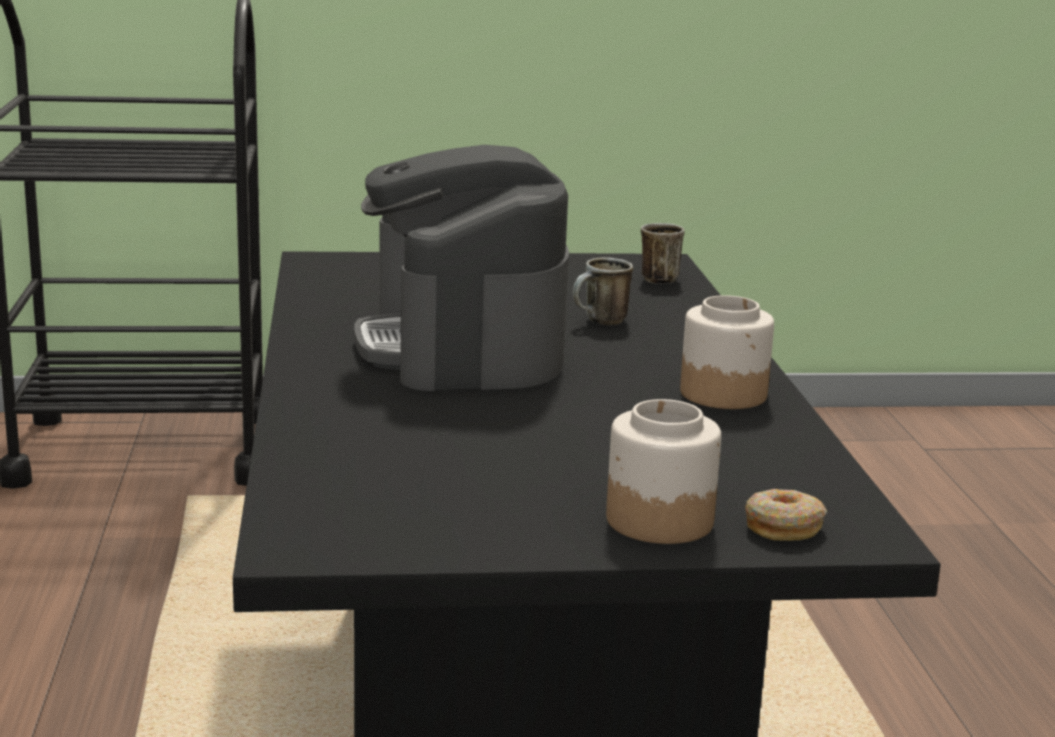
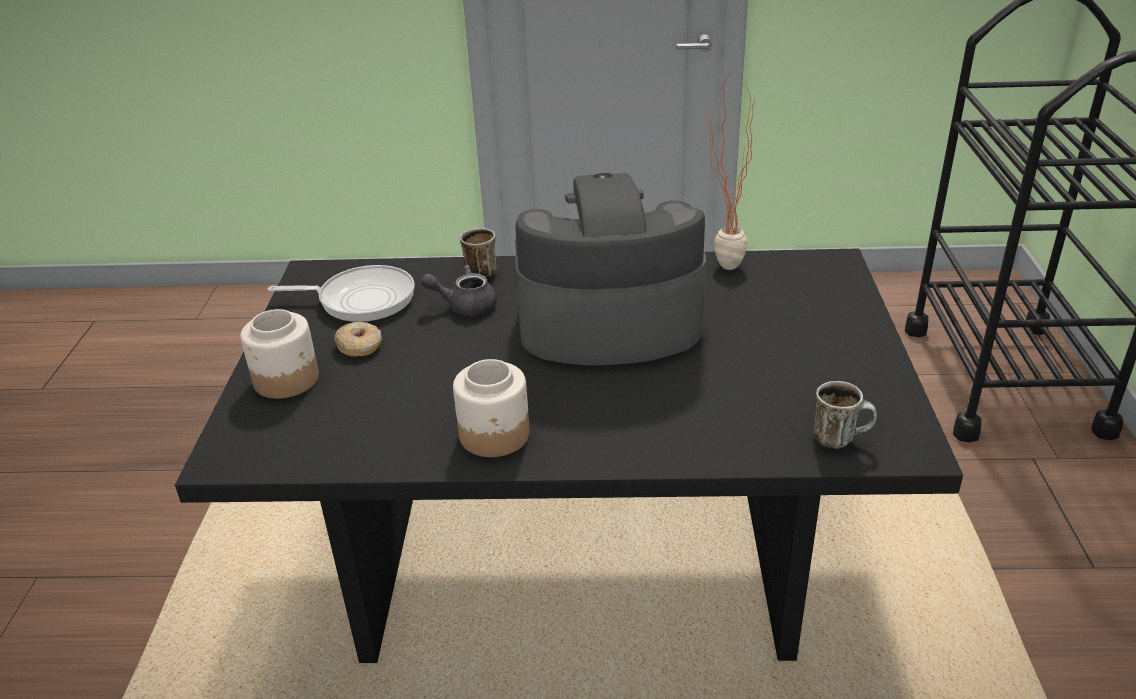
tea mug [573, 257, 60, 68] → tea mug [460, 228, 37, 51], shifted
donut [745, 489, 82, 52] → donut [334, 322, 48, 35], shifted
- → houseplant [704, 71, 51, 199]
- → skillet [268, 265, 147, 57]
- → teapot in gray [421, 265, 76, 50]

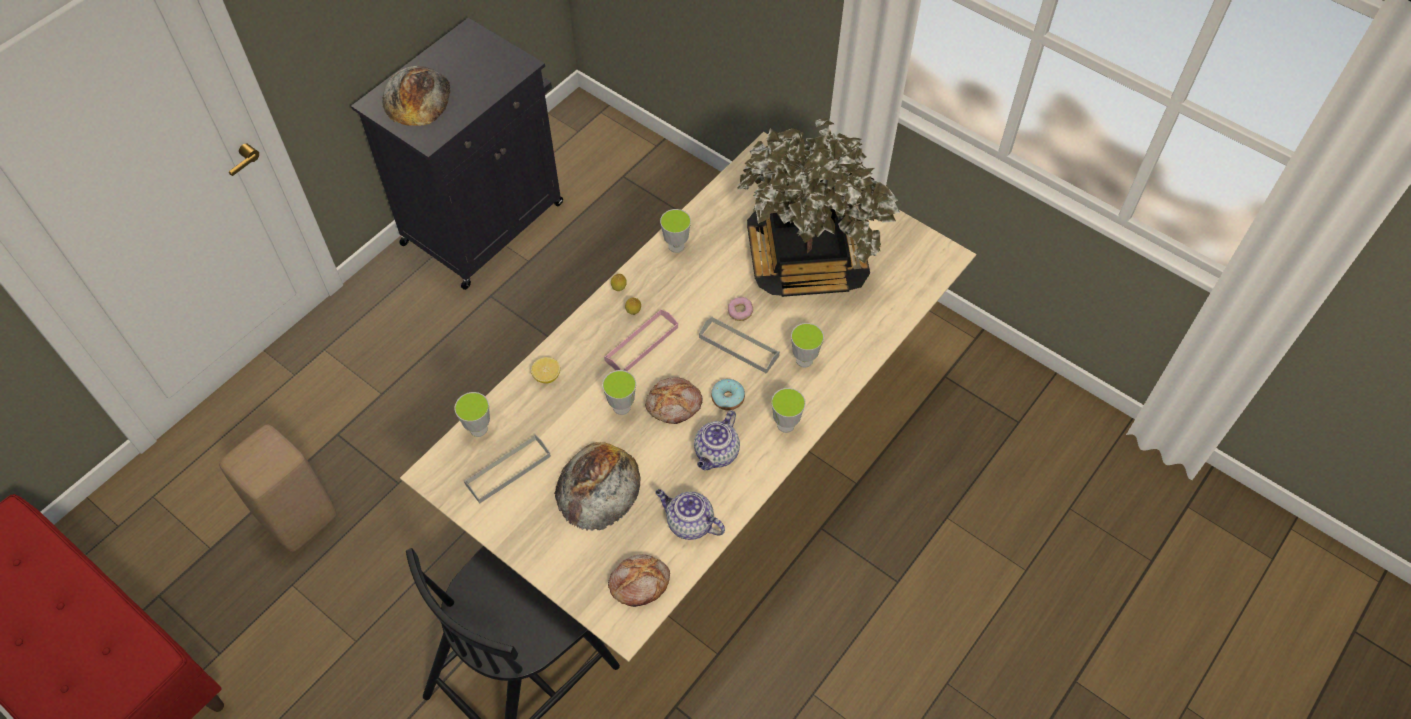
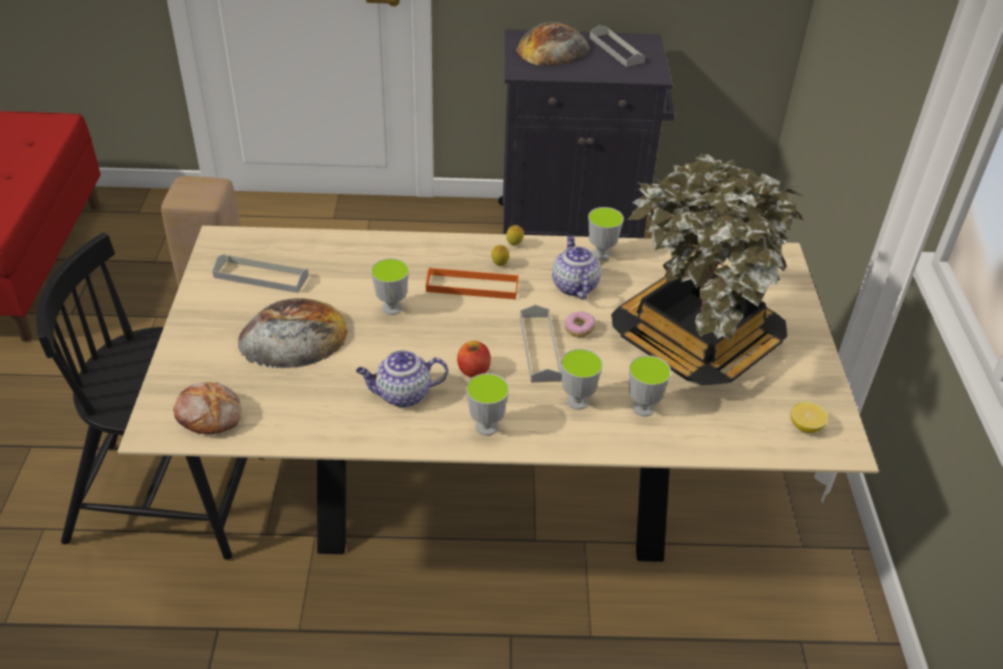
carrying tray in pink [604, 309, 74, 62] → carrying tray in orange-coloured [426, 267, 93, 32]
citrus fruit [531, 357, 29, 27] → citrus fruit [790, 402, 38, 31], shifted
bakery bread [645, 377, 58, 47] → -
donut [711, 379, 34, 31] → apple [457, 341, 34, 36]
drinking cup [454, 392, 36, 45] → drinking cup [629, 355, 42, 62], shifted
teapot [655, 489, 70, 51] → teapot [552, 235, 49, 64], shifted
- → carrying tray in gray [590, 25, 55, 42]

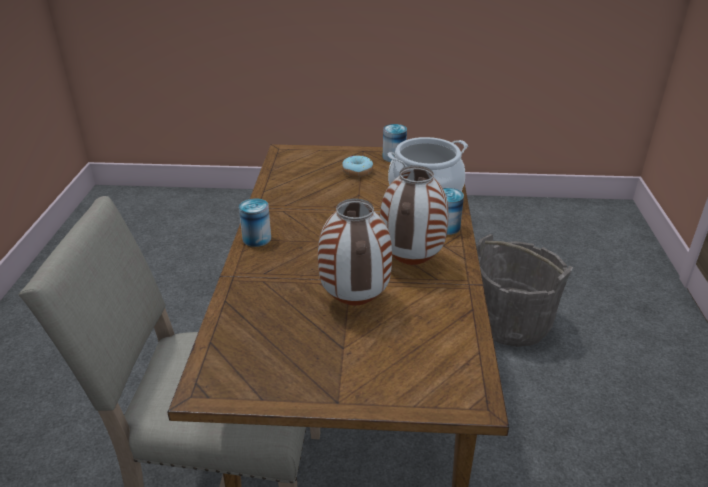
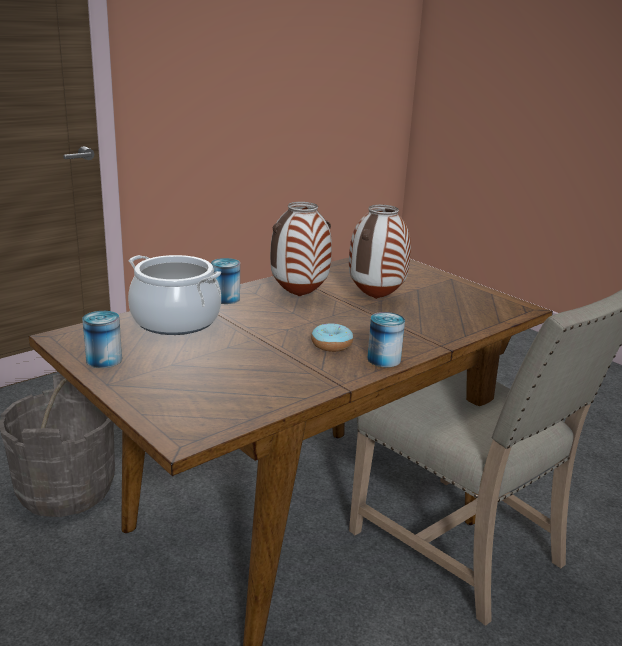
donut [342, 155, 31, 22] → donut [311, 324, 42, 28], shifted

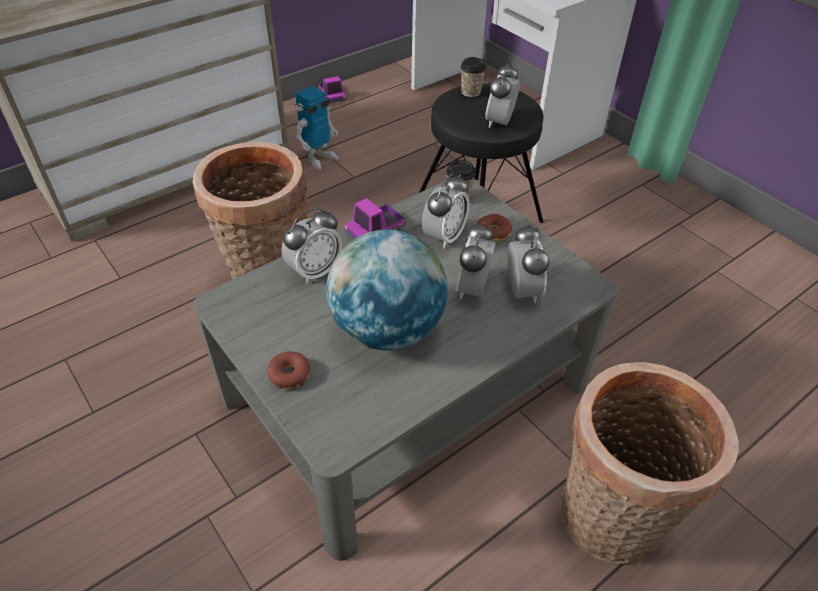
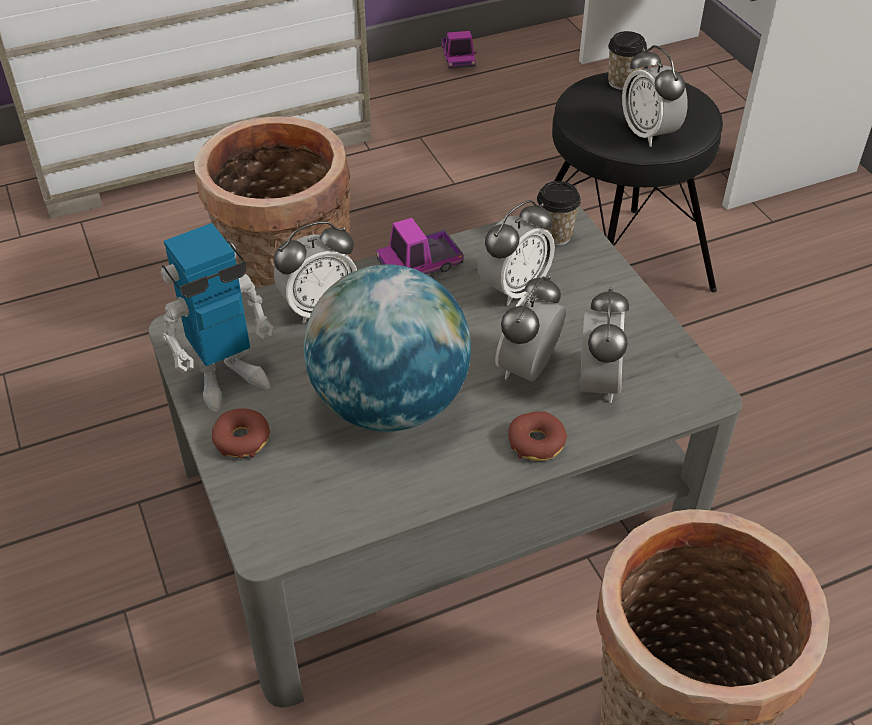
table clock [485, 61, 35, 67] → table clock [622, 45, 66, 102], 60 degrees counterclockwise
robot figure [295, 86, 44, 84] → robot figure [161, 223, 113, 189], shifted
donut [477, 214, 35, 27] → donut [508, 411, 59, 50], shifted

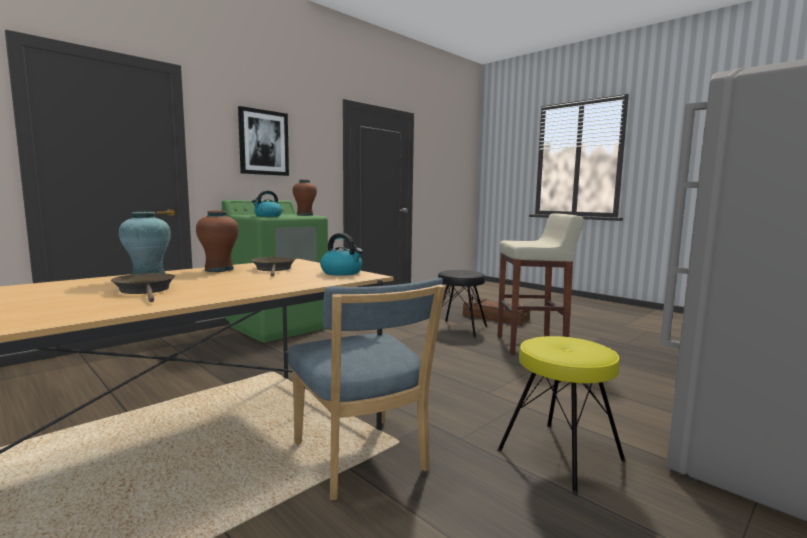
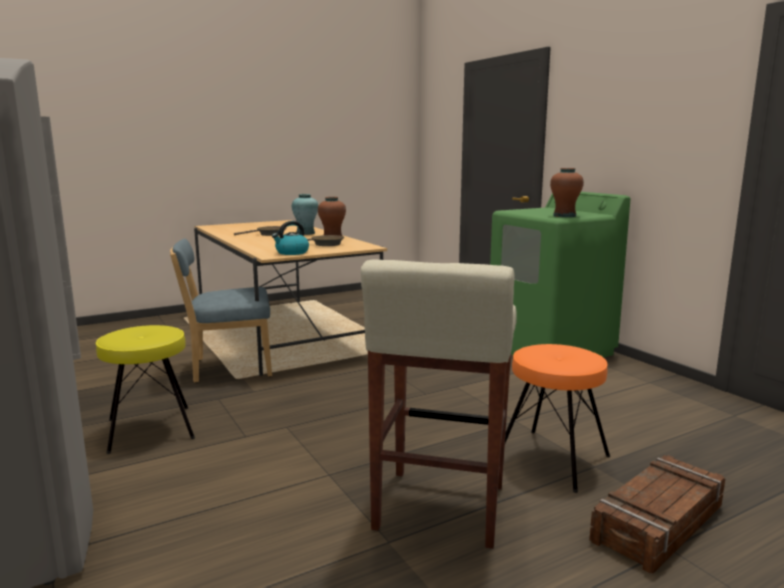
picture [238, 106, 51, 70] → -
water kettle [252, 191, 30, 26] → -
stool in black [438, 270, 49, 68] → stool in orange-coloured [505, 344, 105, 149]

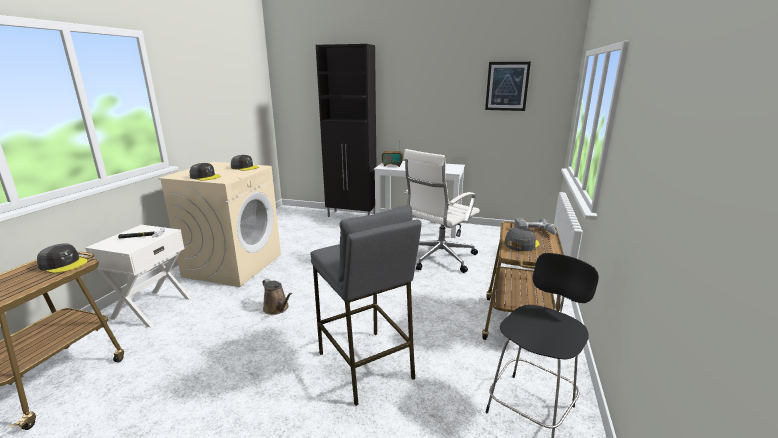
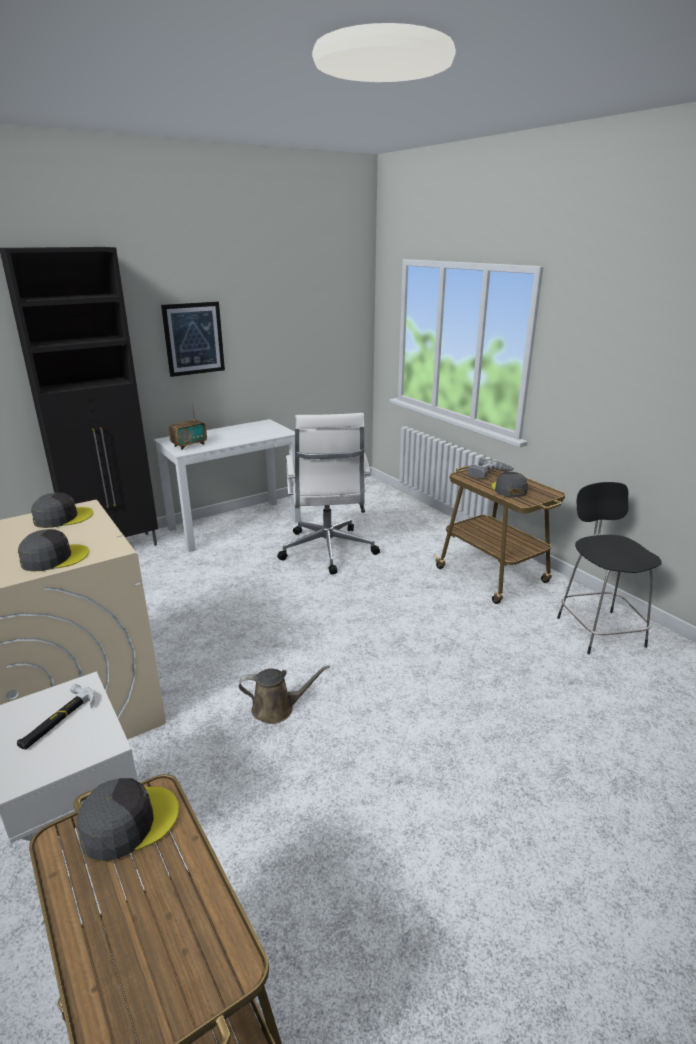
picture [485, 62, 46, 49] → picture [161, 301, 64, 76], shifted
stool in gray [310, 205, 112, 201] → -

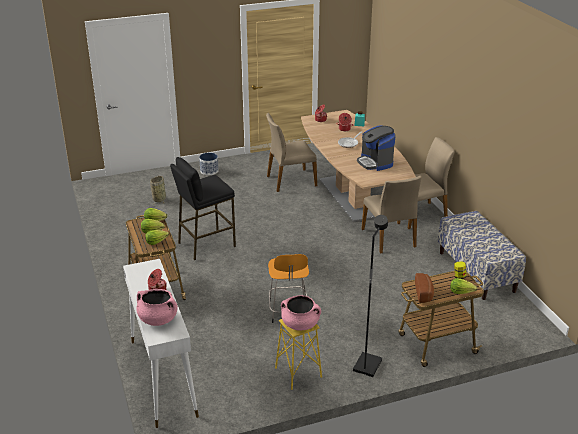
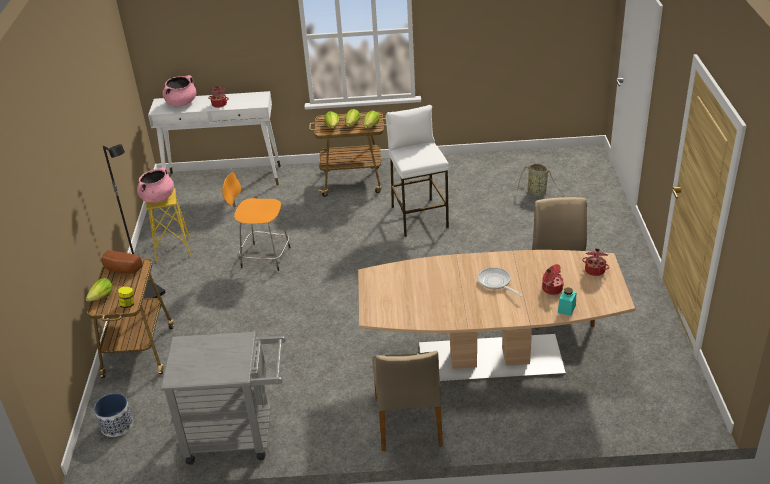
coffee maker [357, 125, 38, 46] → -
planter [199, 153, 20, 22] → planter [94, 393, 39, 44], shifted
stool in black [170, 157, 66, 103] → stool in white-coloured [386, 105, 63, 132]
plain chair in sand-coloured [361, 176, 61, 77] → -
indoor bench [438, 211, 88, 89] → cart in gray [160, 332, 126, 133]

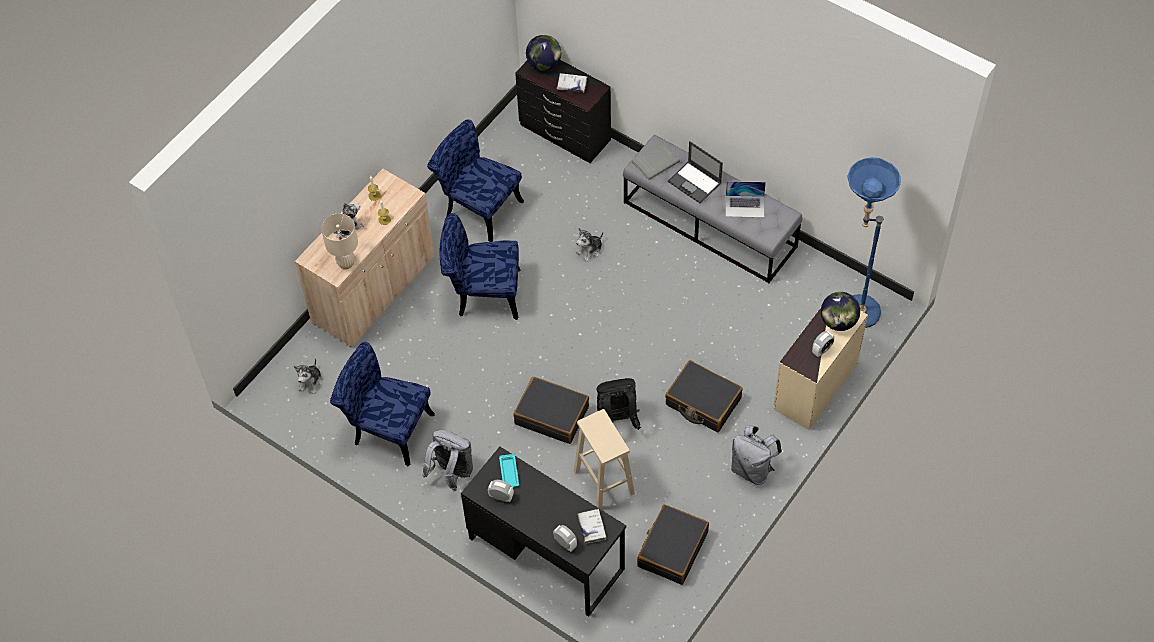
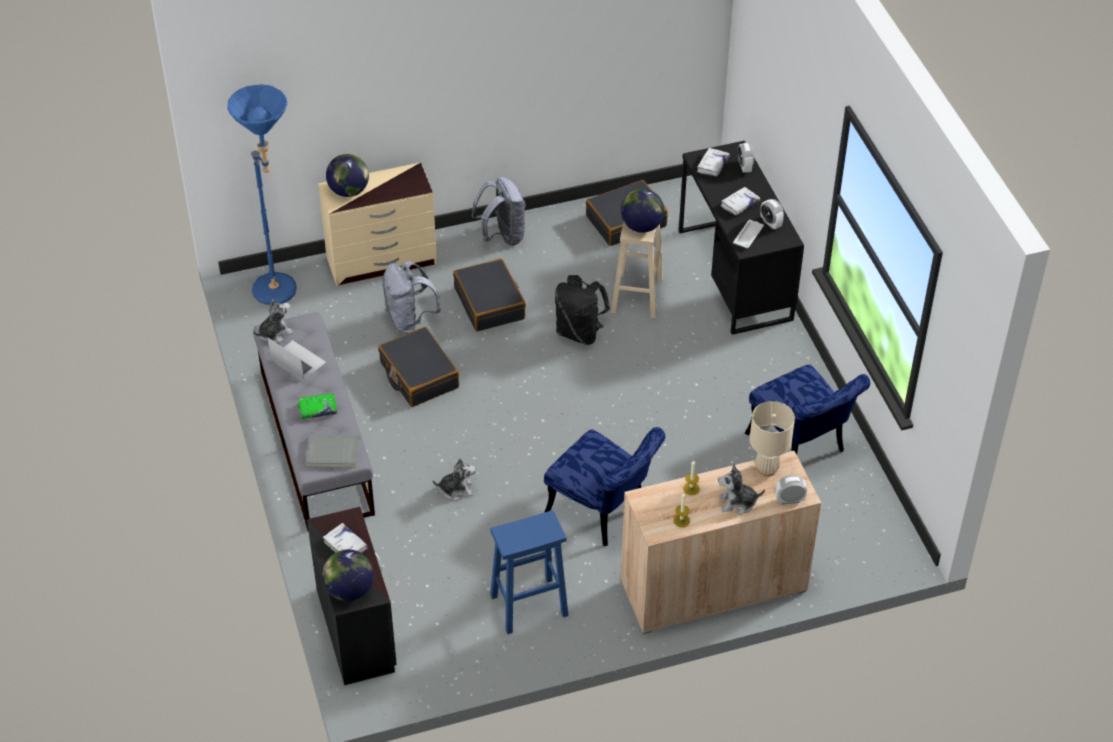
plain chair in blue [427, 119, 97, 123] → stool in blue [490, 510, 78, 124]
laptop [668, 141, 55, 63] → bound book in green [298, 393, 39, 26]
table clock [812, 331, 22, 26] → table clock [776, 475, 31, 29], shifted
soft toy [294, 359, 29, 35] → soft toy [254, 300, 39, 43], shifted
suitcase in black [513, 377, 76, 67] → suitcase in black [378, 327, 81, 80], shifted
knapsack in gray [422, 430, 51, 61] → knapsack in gray [383, 261, 58, 73], shifted
carrying tray in turquoise [499, 454, 20, 34] → carrying tray in white-coloured [733, 220, 31, 28]
- → bound book in white-coloured [721, 187, 39, 29]
- → desk globe [621, 189, 43, 44]

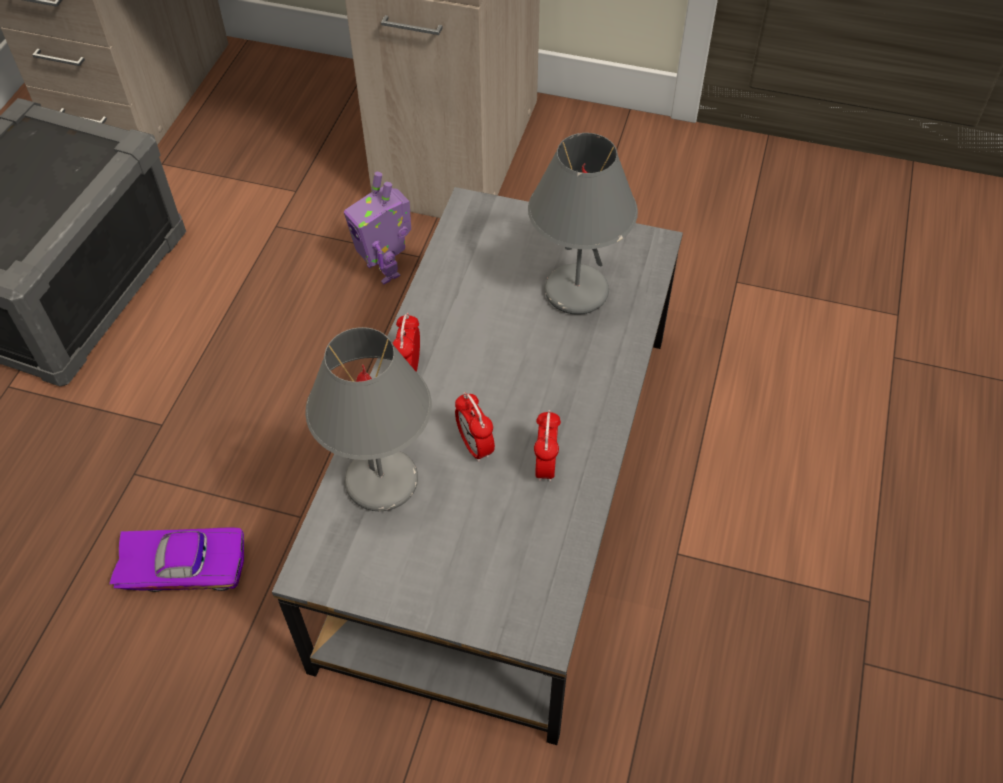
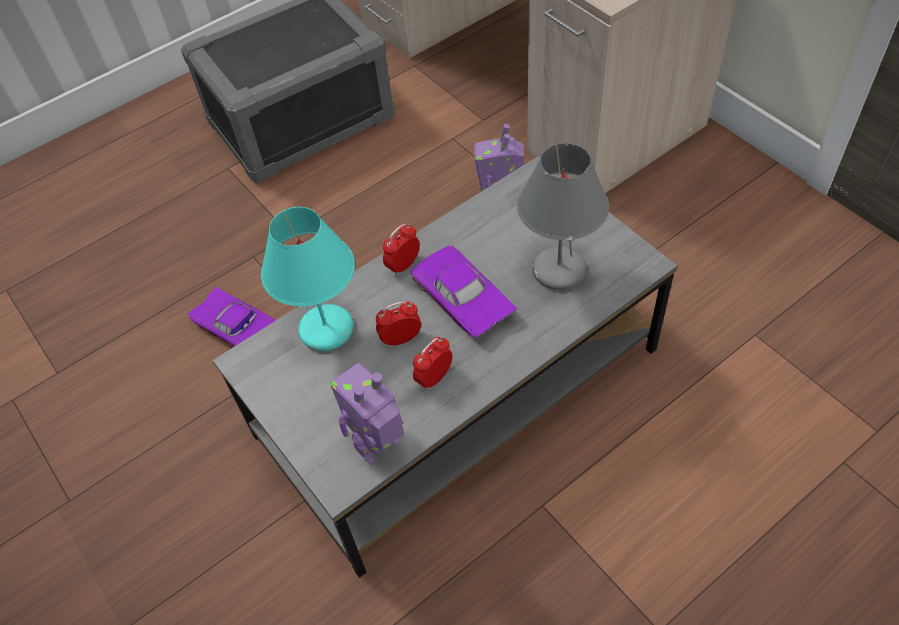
table lamp in gray [305, 327, 127, 184] → table lamp in turquoise [261, 207, 94, 144]
table clock [455, 392, 40, 70] → table clock [376, 301, 45, 46], 60 degrees clockwise
- → model car in purplish [411, 246, 106, 93]
- → robot figure [330, 363, 74, 102]

